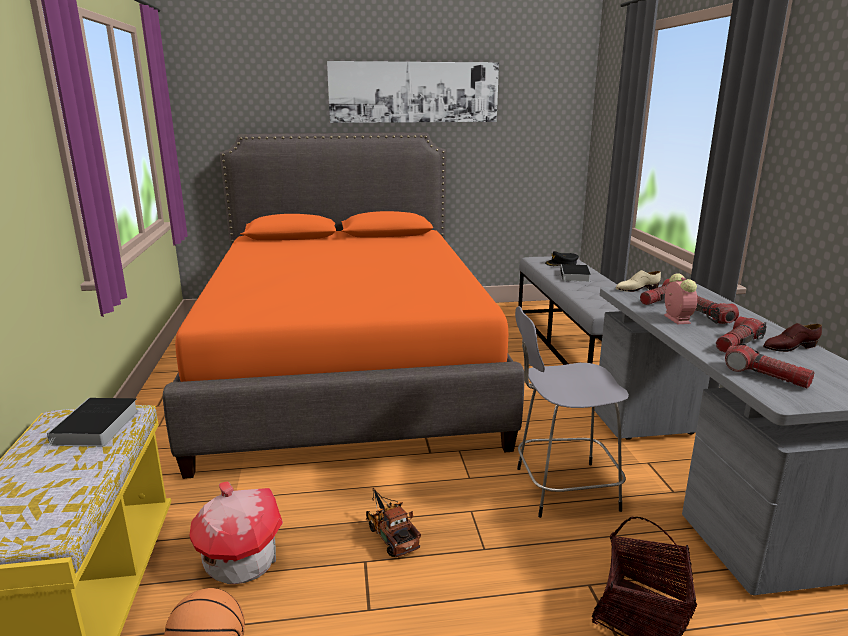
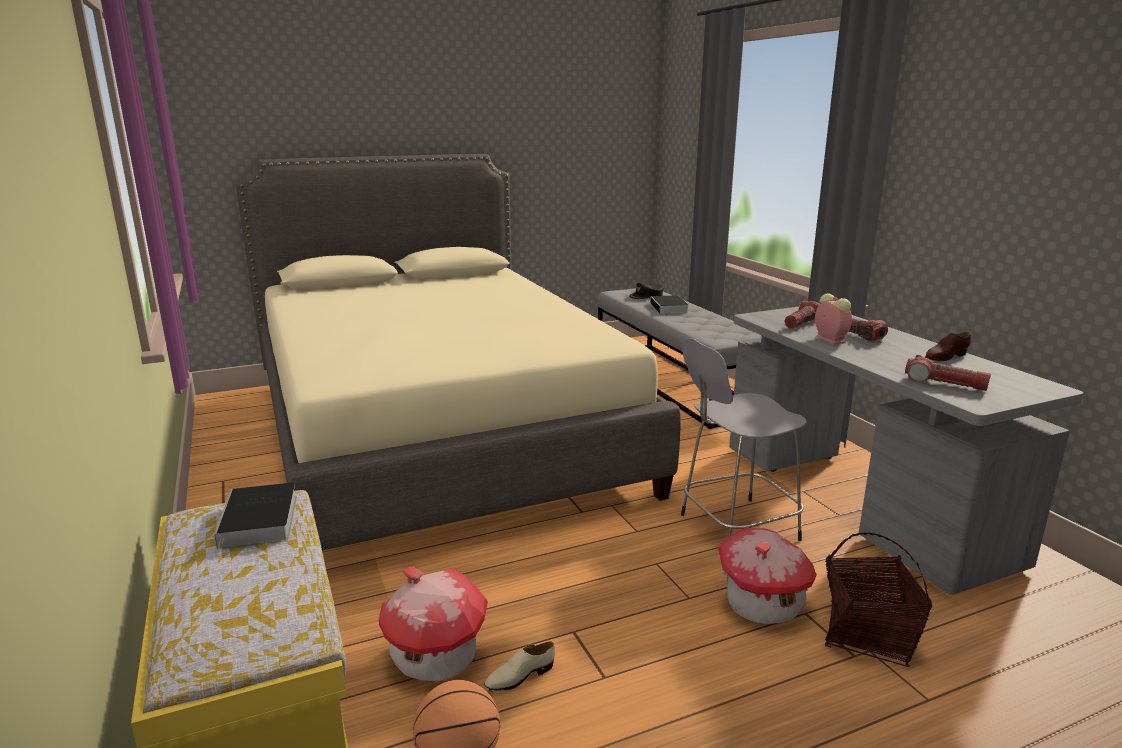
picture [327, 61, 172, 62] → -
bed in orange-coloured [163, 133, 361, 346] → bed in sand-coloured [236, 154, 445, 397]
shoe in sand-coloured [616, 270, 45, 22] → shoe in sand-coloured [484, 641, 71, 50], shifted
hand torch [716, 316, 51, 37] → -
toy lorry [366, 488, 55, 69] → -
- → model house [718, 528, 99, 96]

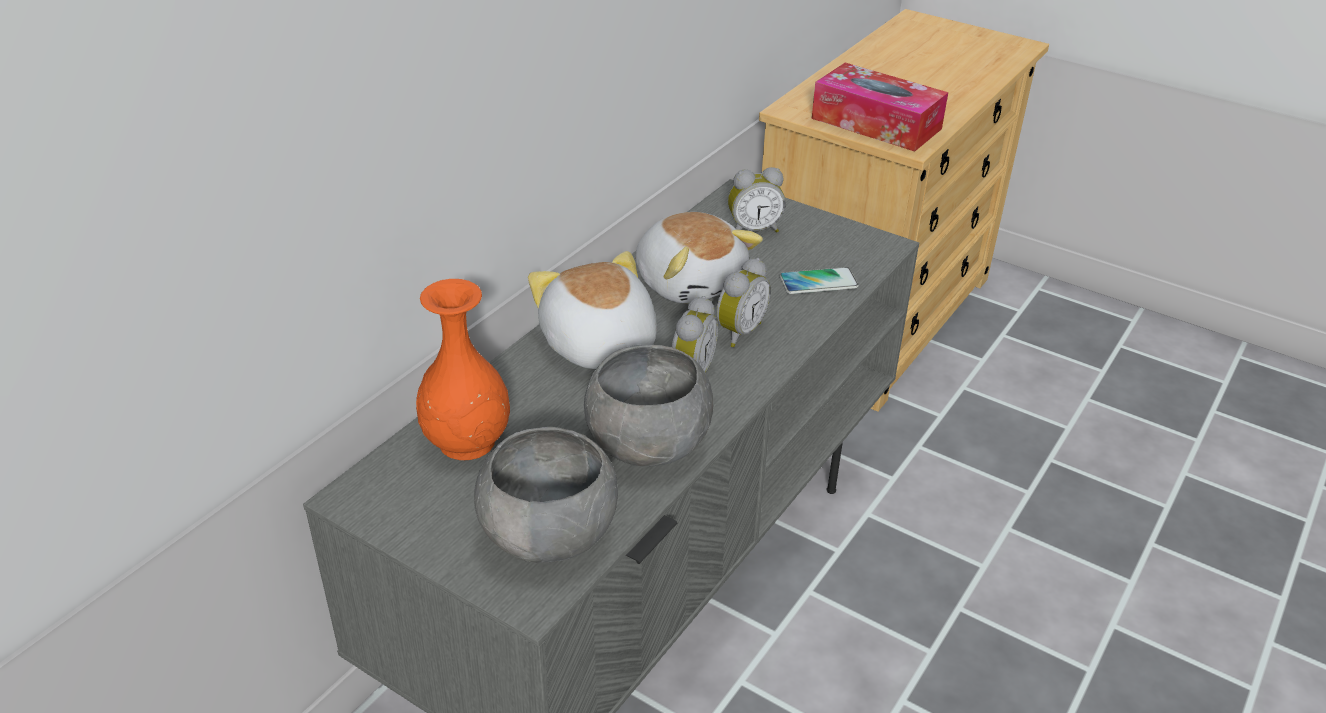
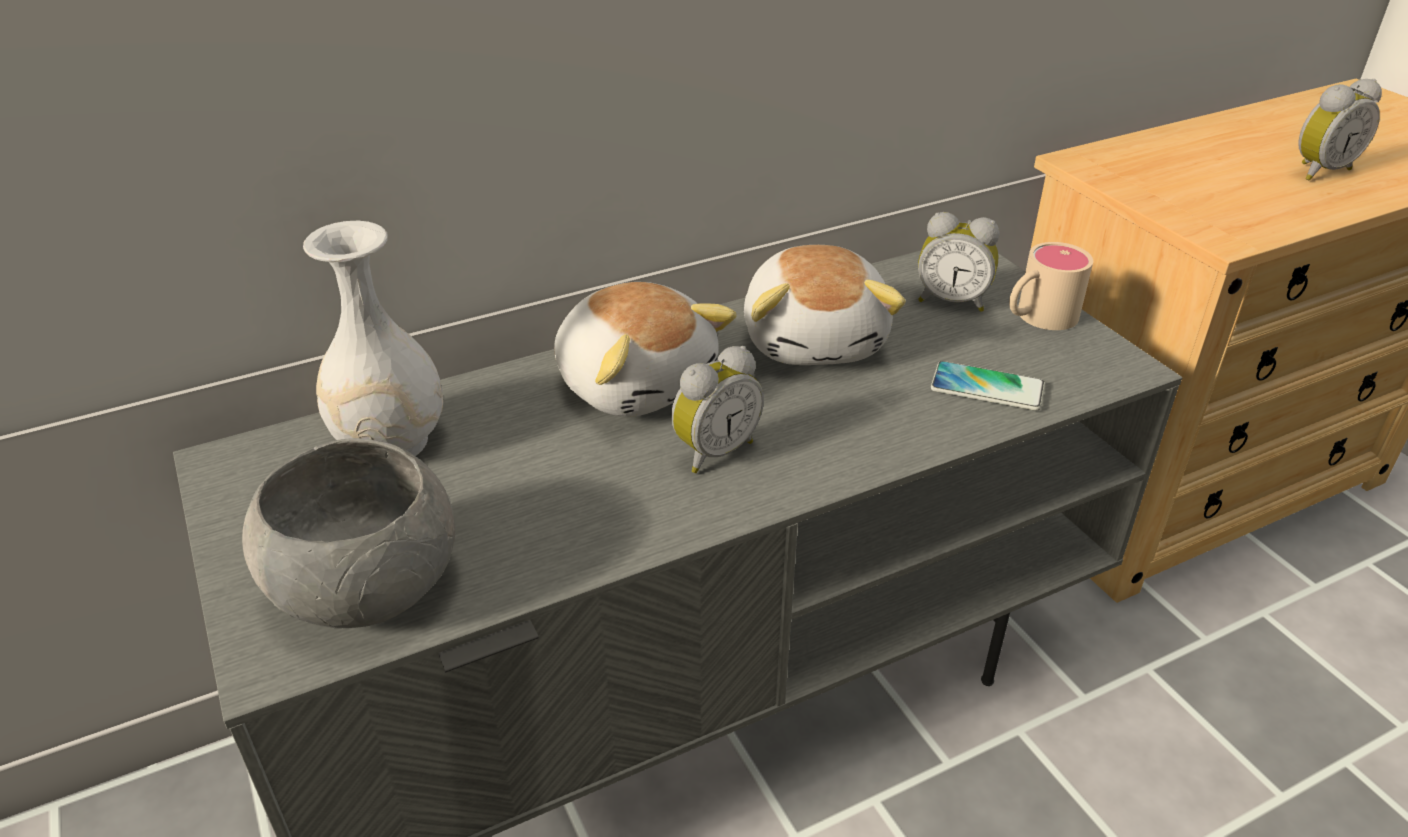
box of tissues [812, 63, 136, 88] → -
soft toy [528, 251, 129, 118] → soft toy [554, 282, 183, 135], 135 degrees clockwise
table clock [716, 258, 55, 89] → table clock [1298, 79, 84, 102], shifted
flower vase in orange-coloured [416, 279, 94, 181] → flower vase in white-coloured [303, 221, 140, 235]
bowl in gray [584, 345, 129, 122] → -
- → tea mug in sand-coloured [1009, 242, 84, 88]

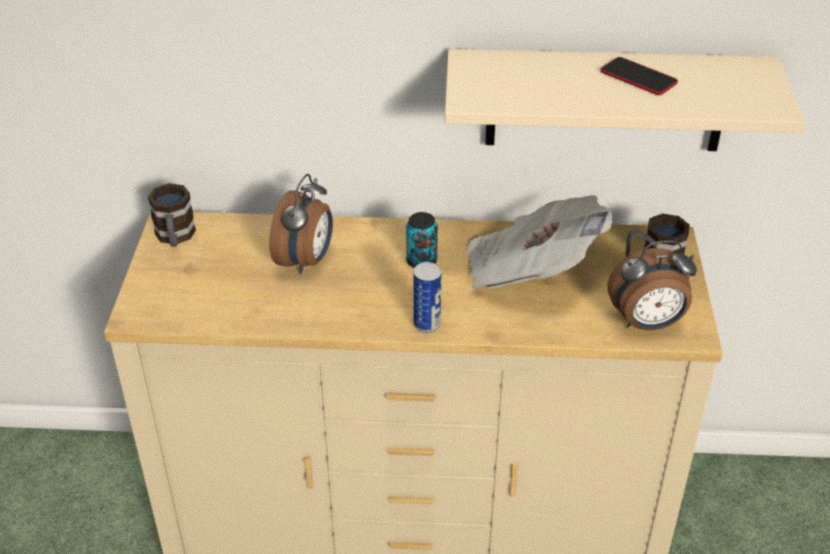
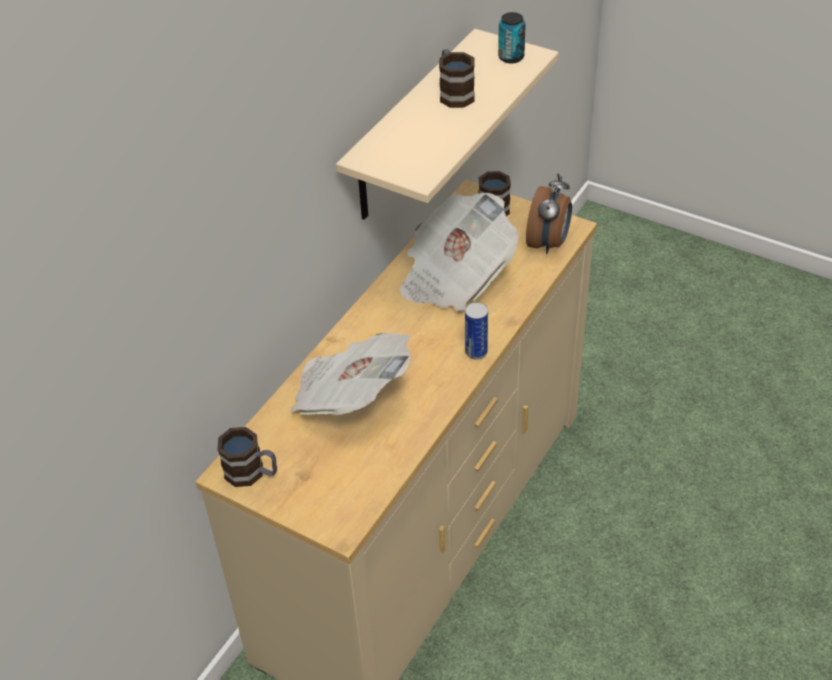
telephone [600, 57, 78, 38] → tea mug [439, 49, 36, 59]
table clock [269, 174, 64, 100] → printed paper [290, 333, 121, 82]
sealed can [406, 212, 32, 56] → sealed can [498, 12, 28, 52], shifted

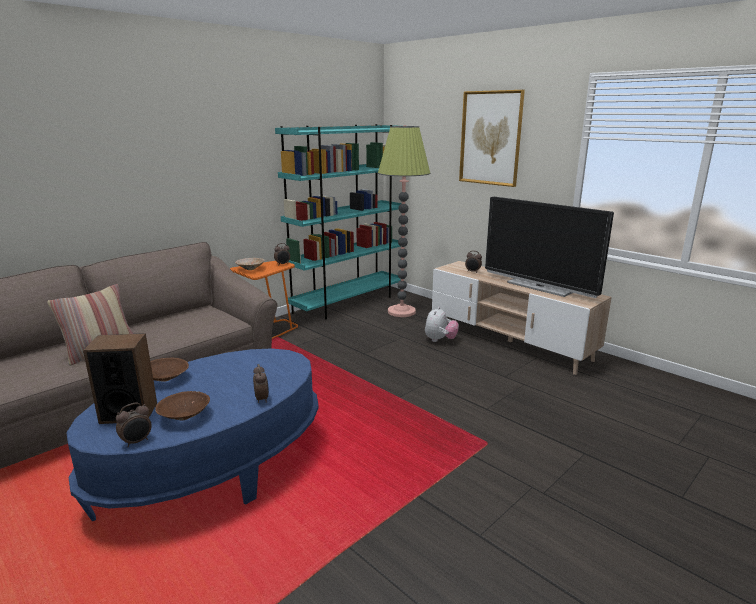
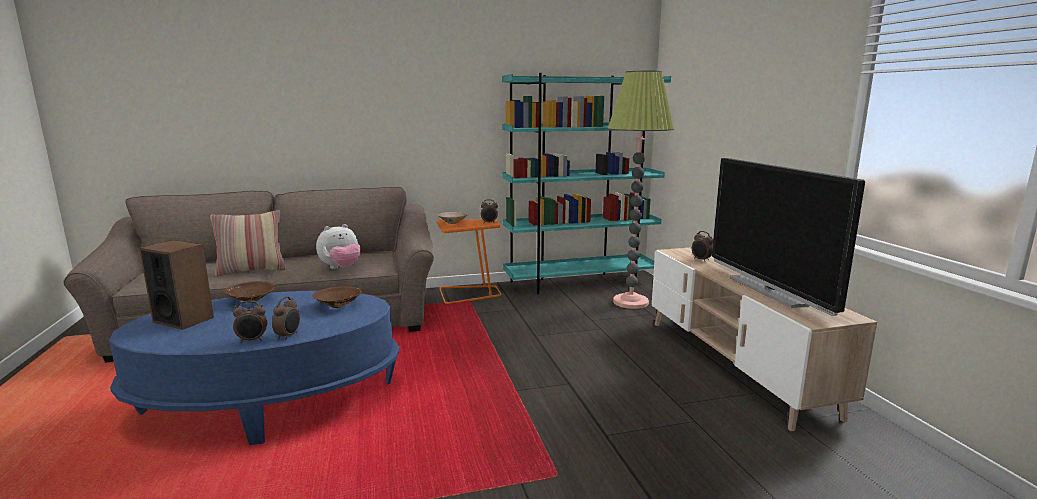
picture [459, 90, 66, 97] → -
soft toy [425, 307, 34, 35] → soft toy [316, 224, 45, 45], shifted
bowl in brown [155, 391, 55, 29] → bowl in brown [312, 286, 50, 22], shifted
table clock [116, 402, 36, 45] → table clock [233, 301, 34, 42], shifted

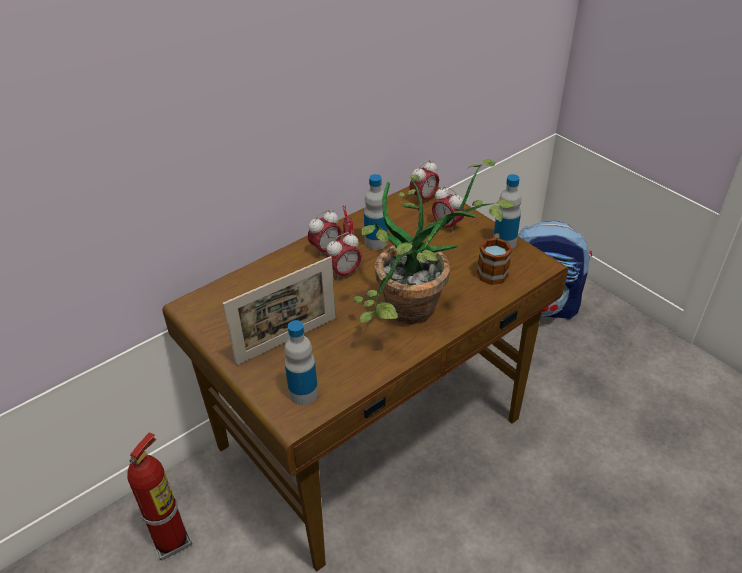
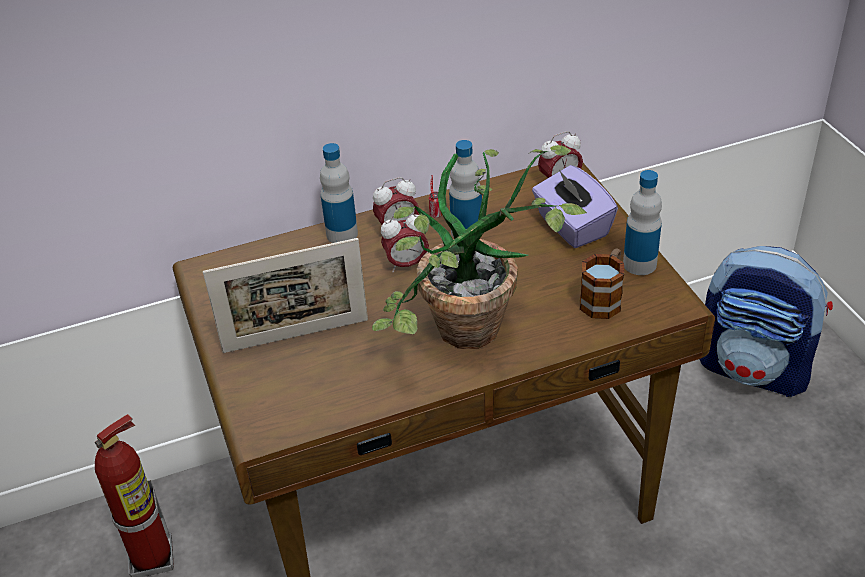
table clock [432, 186, 32, 47] → box of tissues in purplish [532, 165, 86, 83]
bottle [284, 320, 34, 85] → bottle [320, 143, 38, 100], shifted

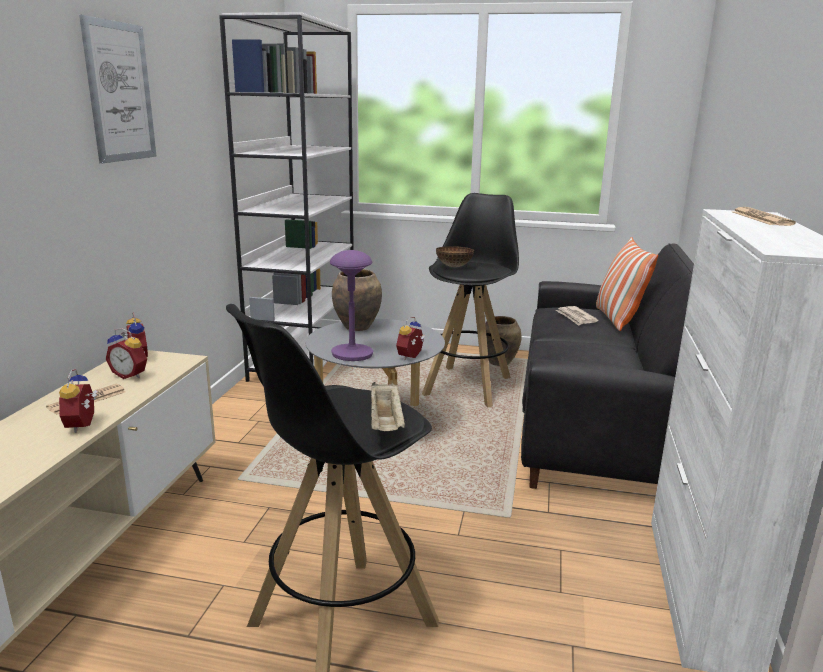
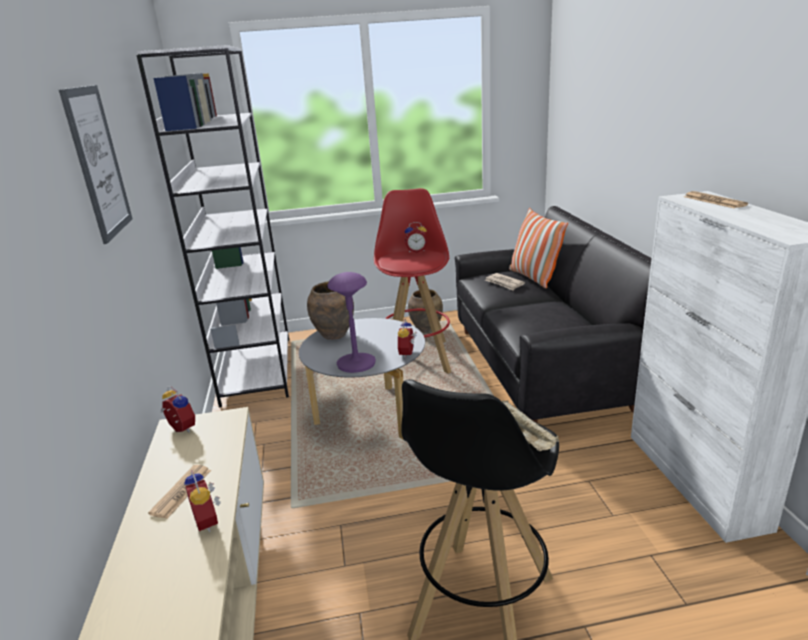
stool in black [422, 193, 97, 214] → stool in red [374, 188, 77, 189]
bowl [436, 246, 38, 21] → -
table clock [106, 328, 41, 51] → table clock [405, 222, 23, 31], shifted

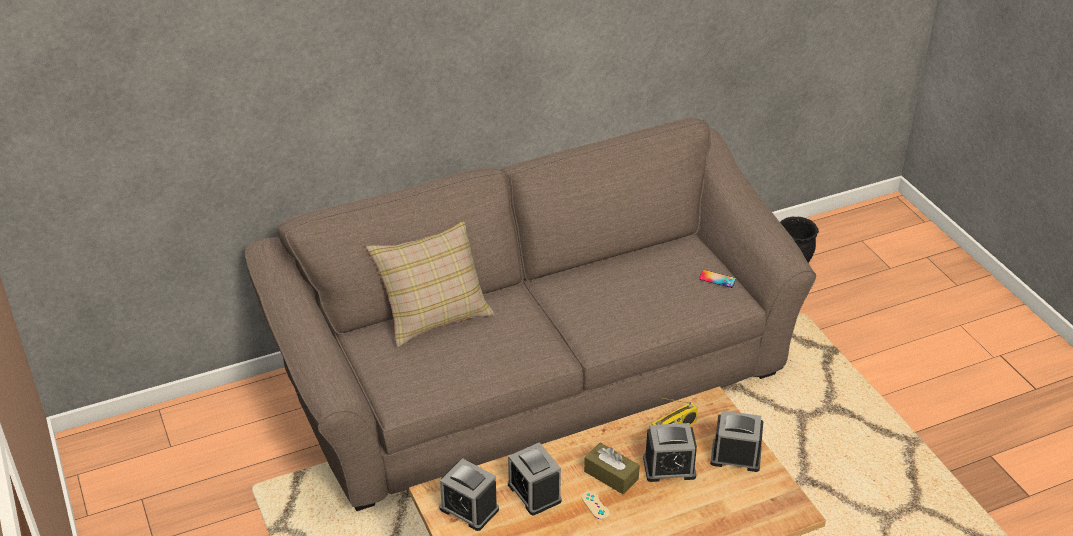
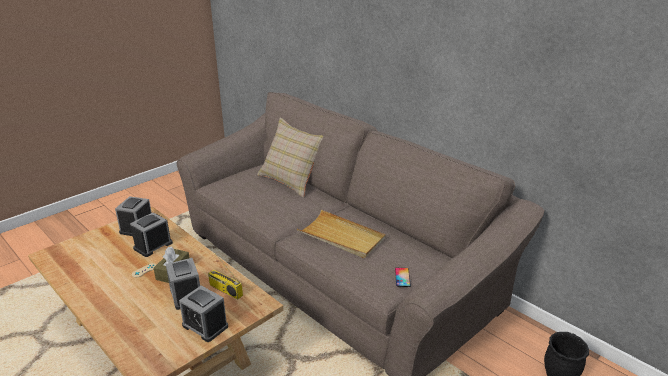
table clock [710, 410, 53, 62] → table clock [179, 285, 49, 57], 135 degrees clockwise
- → carrying tray in sand-coloured [297, 210, 88, 48]

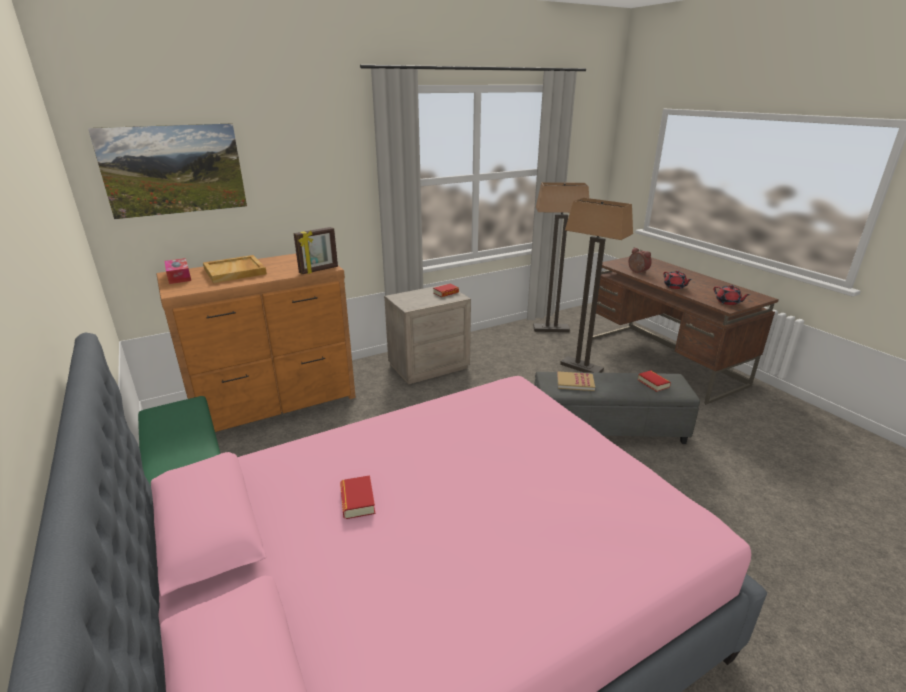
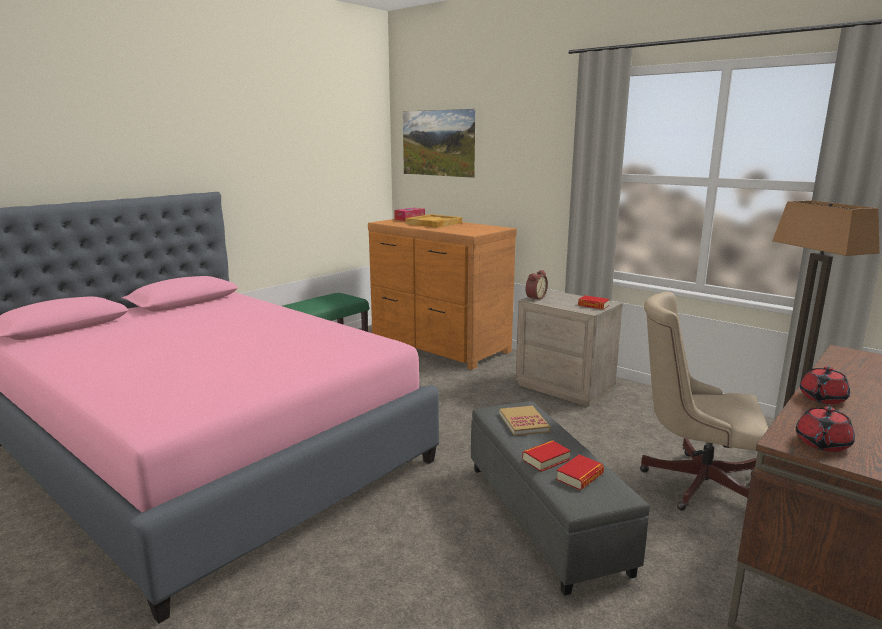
standing lamp [560, 198, 73, 175] → office chair in sand-coloured [640, 292, 128, 219]
picture frame [294, 227, 44, 47] → -
table clock [629, 248, 23, 26] → table clock [526, 270, 22, 31], shifted
bound book [340, 475, 35, 44] → bound book [522, 440, 49, 32], shifted

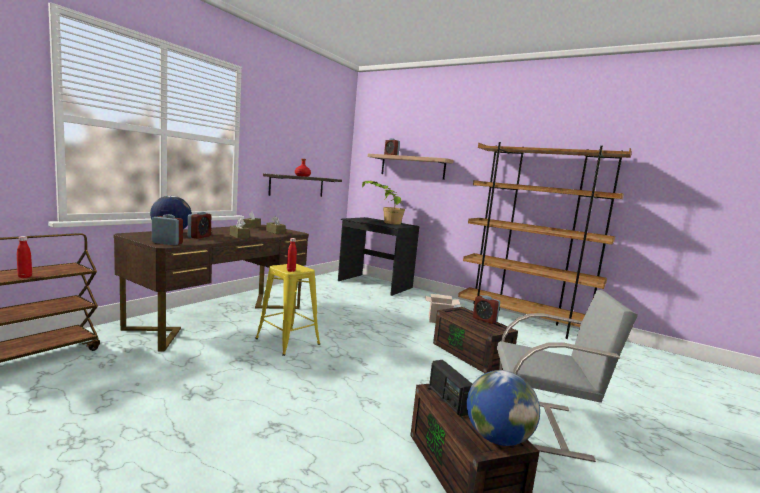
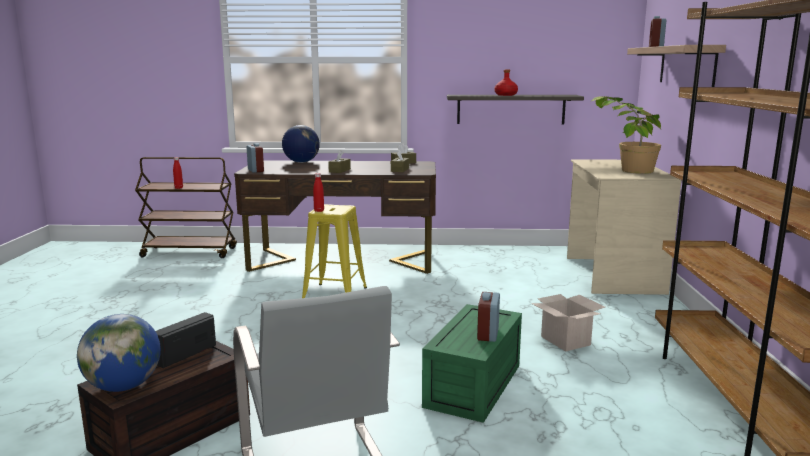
table clock [188, 211, 23, 28] → -
desk in black [338, 217, 81, 79] → desk in sand-coloured [567, 159, 114, 136]
storage container in brown [433, 307, 85, 66] → storage container in green [422, 304, 100, 119]

